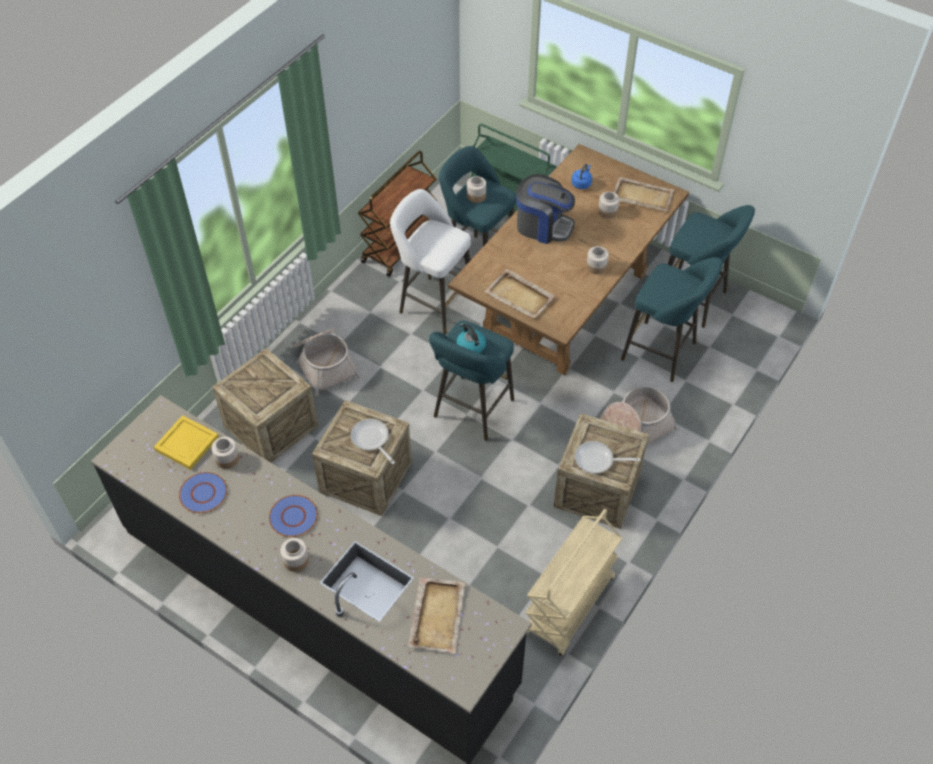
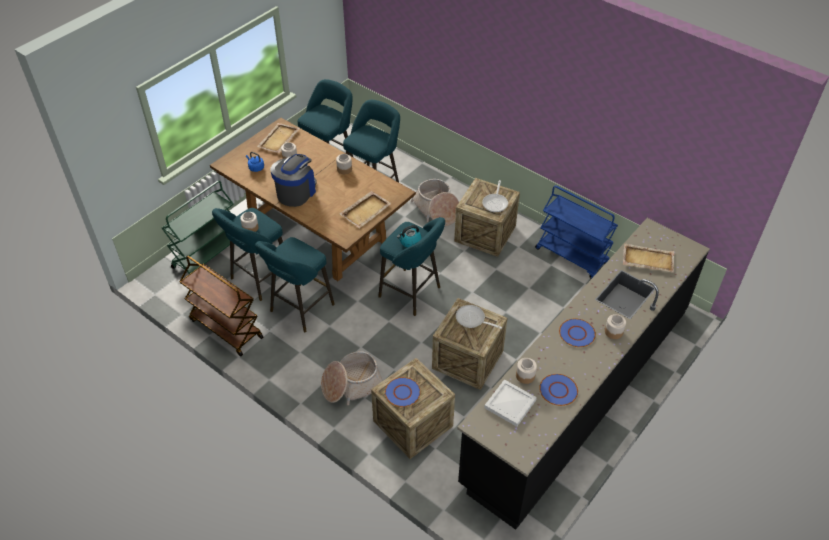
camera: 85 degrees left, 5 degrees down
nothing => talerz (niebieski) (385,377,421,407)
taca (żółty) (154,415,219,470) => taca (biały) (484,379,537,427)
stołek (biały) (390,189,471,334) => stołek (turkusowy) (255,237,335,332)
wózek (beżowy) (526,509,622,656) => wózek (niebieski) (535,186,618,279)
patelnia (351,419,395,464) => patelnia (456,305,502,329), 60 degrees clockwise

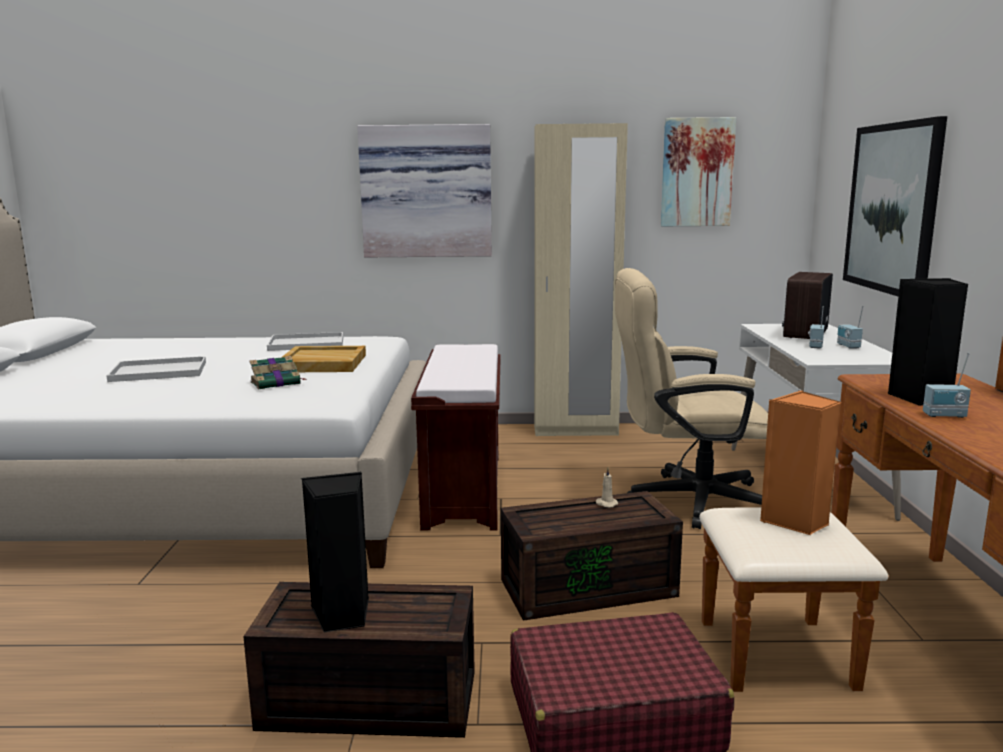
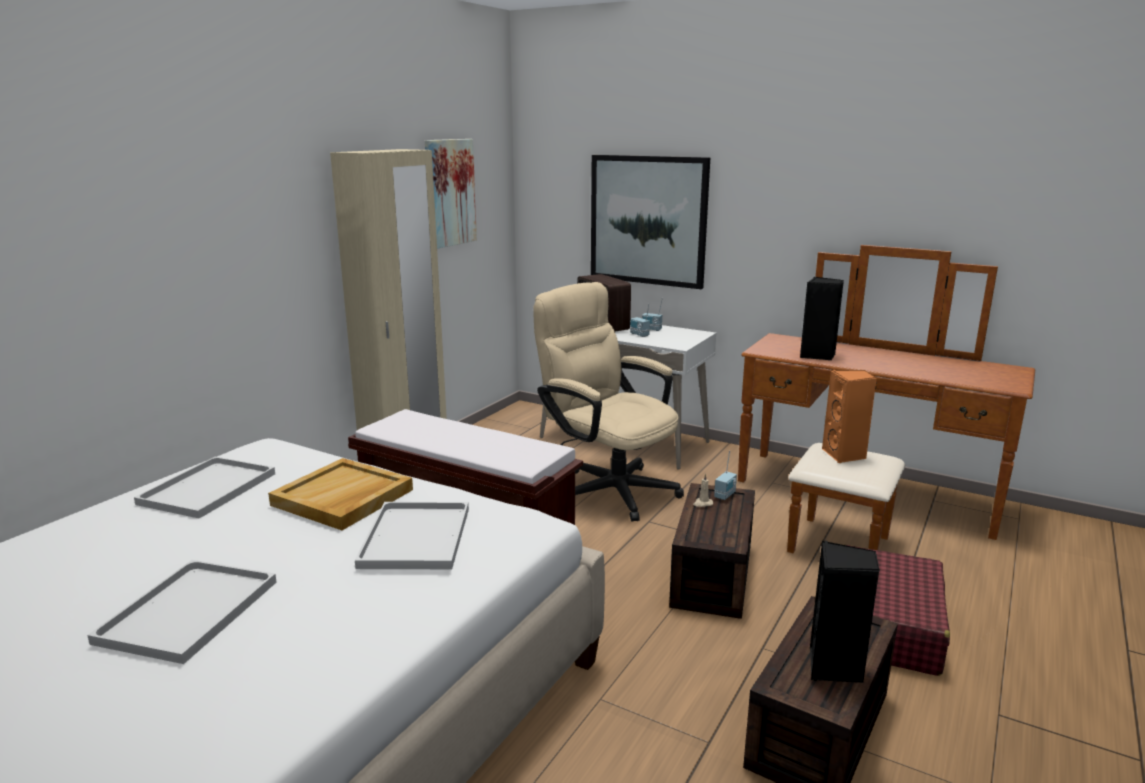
camera: 60 degrees left, 5 degrees up
obraz (357,124,492,257) => nothing
radio (923,353,971,418) => radio (714,451,737,500), shifted
książka (249,356,307,389) => taca (biały) (355,502,469,569)
krzesło biurowe (beżowy) (615,268,768,529) => krzesło biurowe (beżowy) (533,282,684,522), 105 degrees clockwise

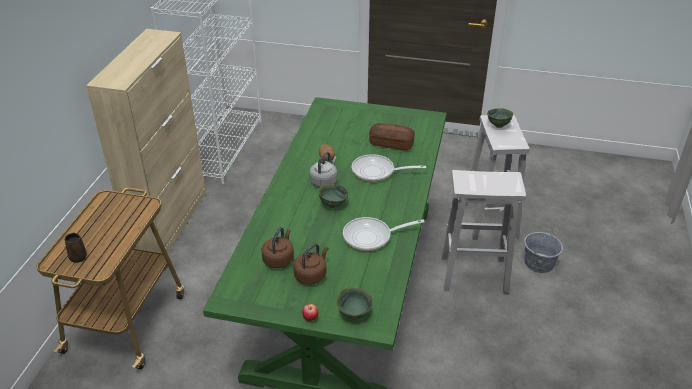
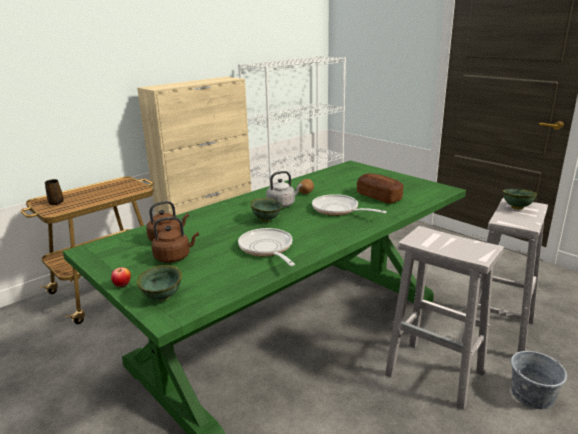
camera: 35 degrees right, 15 degrees down
patelnia (343,217,424,251) => patelnia (238,228,295,266), 45 degrees clockwise

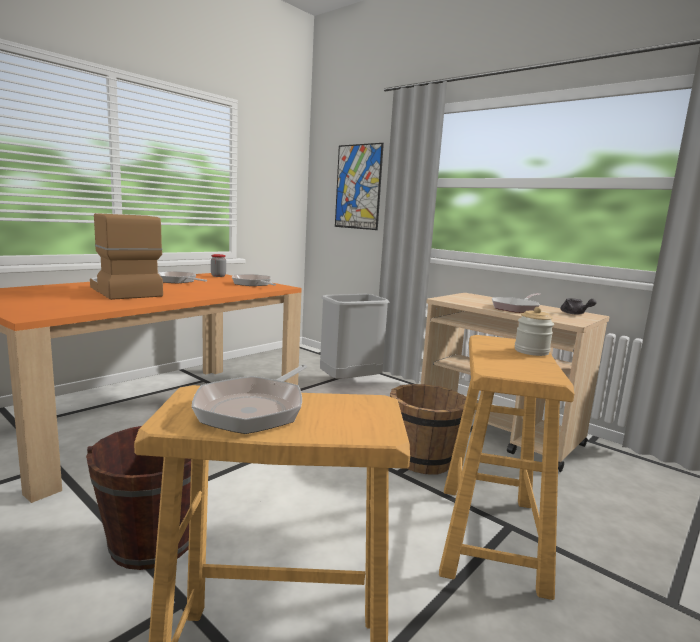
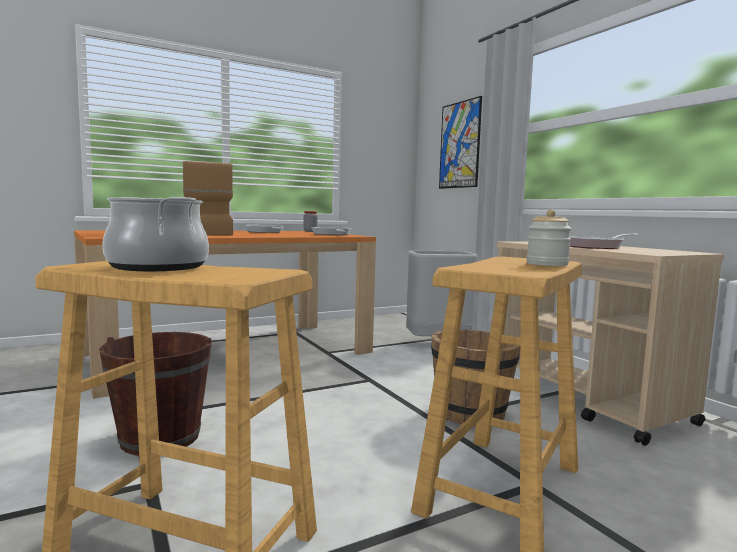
camera: 20 degrees right, 5 degrees down
imbryk (szary) (561,298,597,315) => nothing
patelnia (192,364,307,434) => garnek (102,197,209,271)

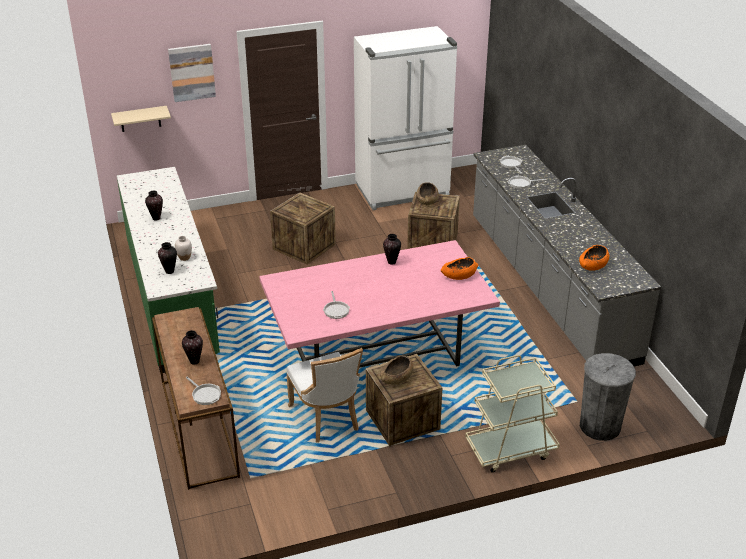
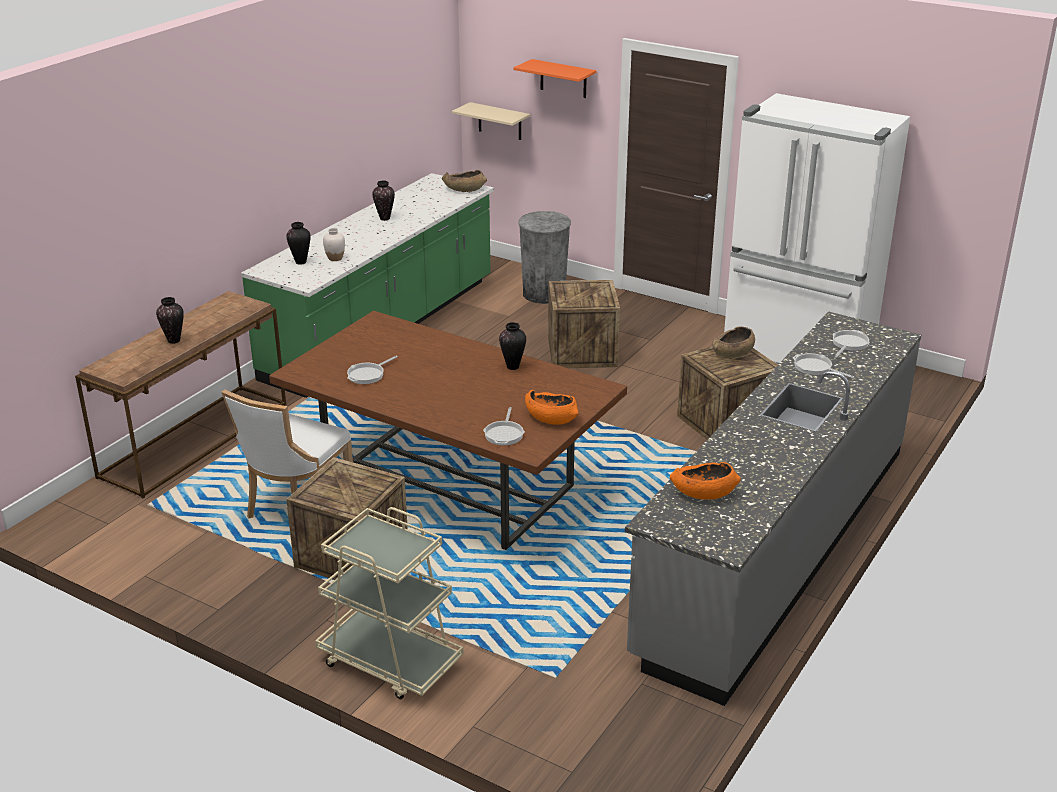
camera: 50 degrees right, 5 degrees down
patelnia (186,377,221,405) => patelnia (483,407,525,445), shifted
miska (brązowy) (380,355,413,385) => miska (brązowy) (442,170,487,192), shifted
kosz na śmieci (szary) (580,353,636,441) => kosz na śmieci (szary) (518,211,571,304), shifted
obraz (168,44,216,102) => półka (pomarańczowy) (514,59,596,98)
stół jadalny (różowy) (259,240,500,368) => stół jadalny (brązowy) (269,311,627,550)

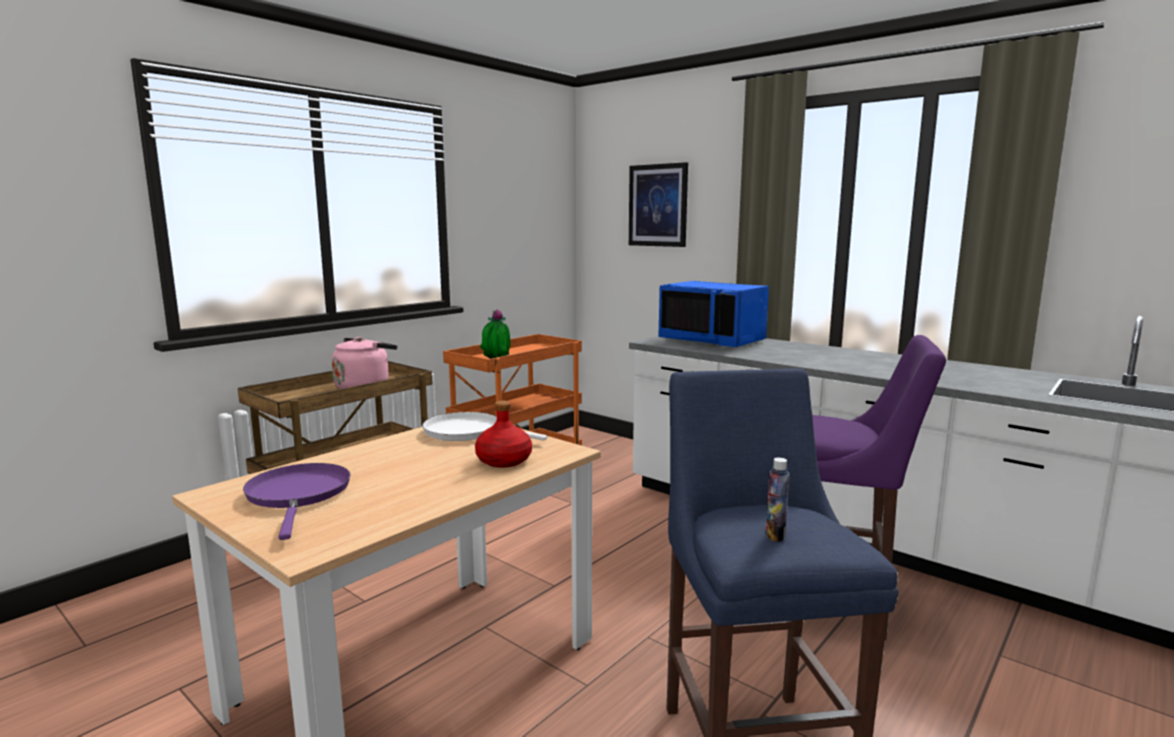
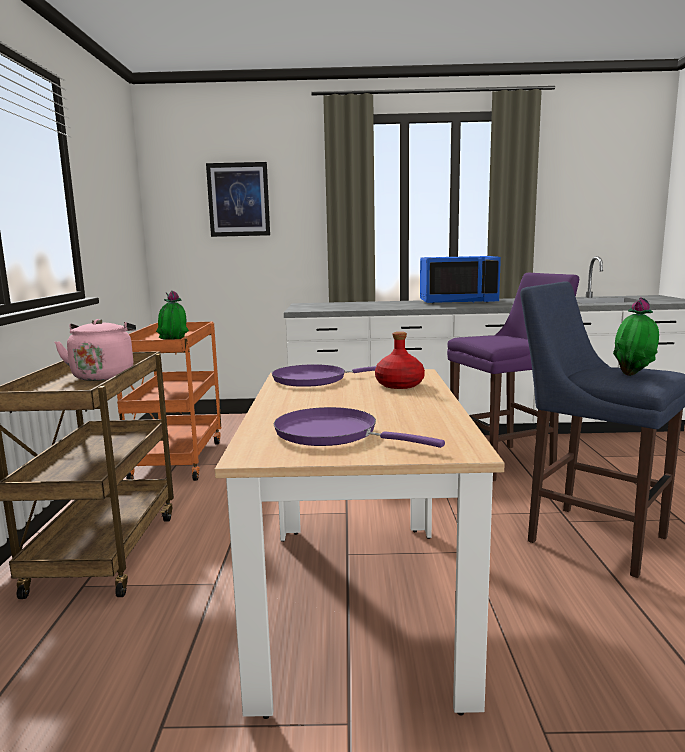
camera: 40 degrees left, 0 degrees up
mikrofalówka (niebieski) (658,281,769,347) => mikrofalówka (niebieski) (420,256,501,304), shifted
butelka (765,457,790,542) => roślina doniczkowa (613,297,659,376)
patelnia (biały) (422,412,547,441) => patelnia (fioletowy) (272,364,376,387)

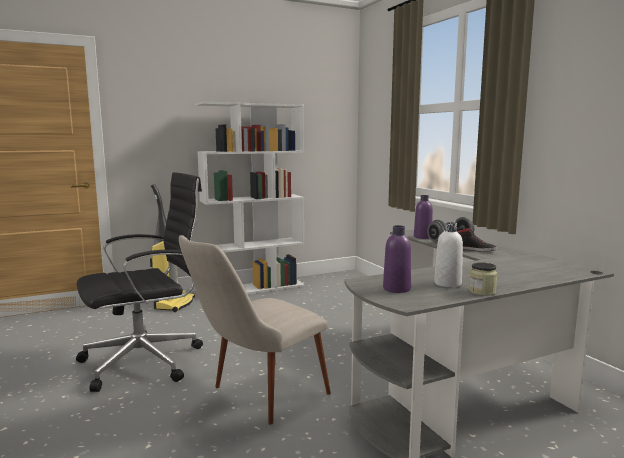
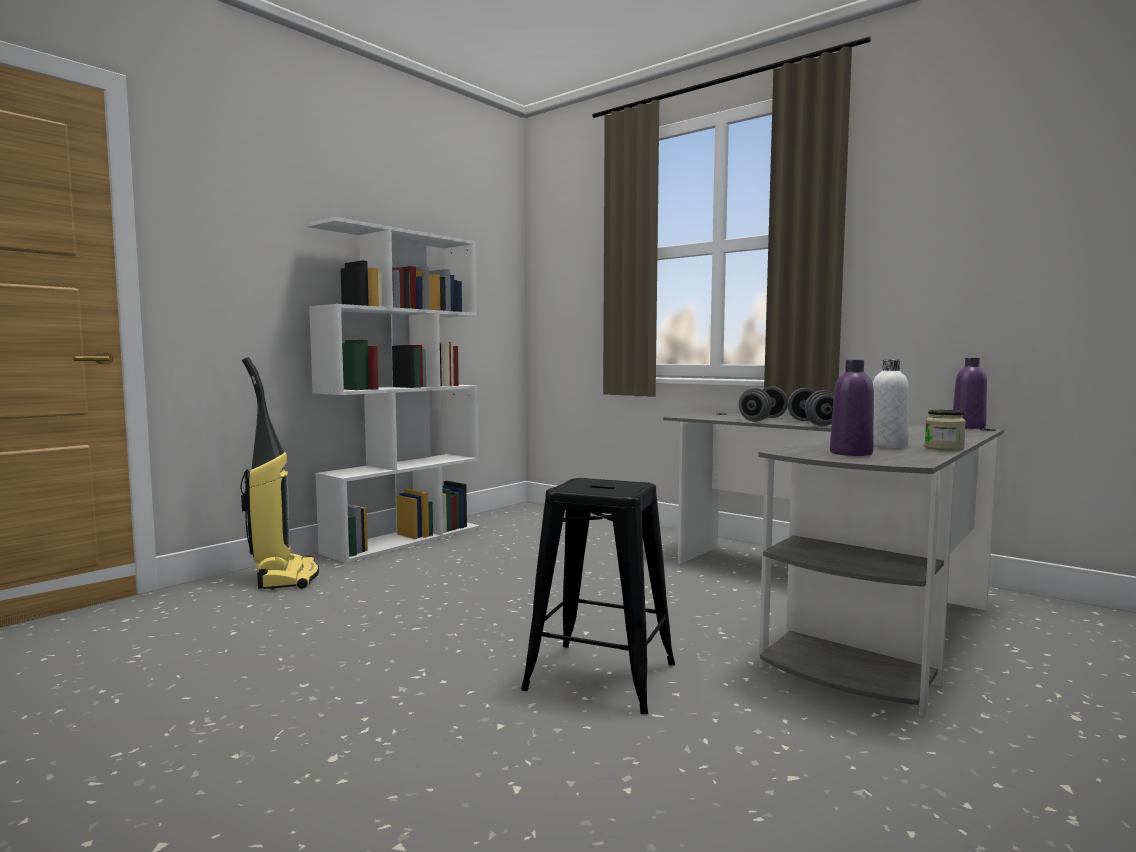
camera: 25 degrees left, 5 degrees down
krzesło biurowe (czarny) (76,172,203,392) => nothing
butelka (fioletowy) (414,195,433,239) => butelka (fioletowy) (953,358,987,429), shifted
krzesło (beżowy) (179,235,331,424) => stołek (czarny) (521,478,675,714)
but (czarny) (457,227,497,252) => hantel (szary) (787,388,834,426)

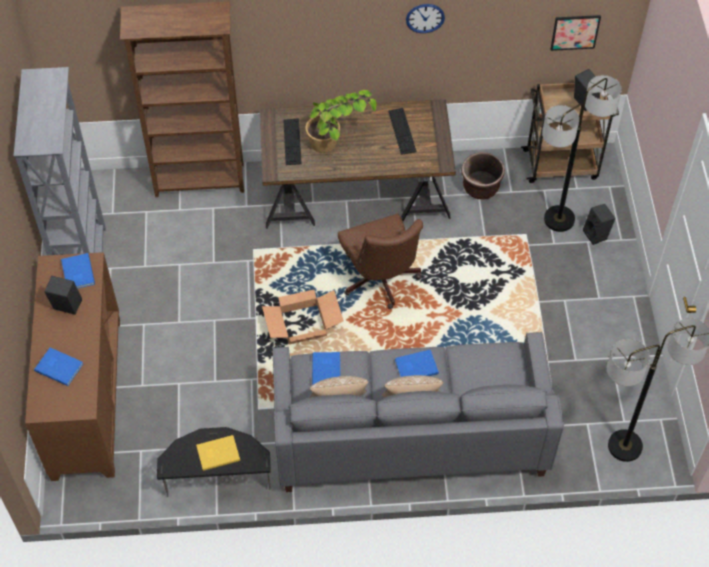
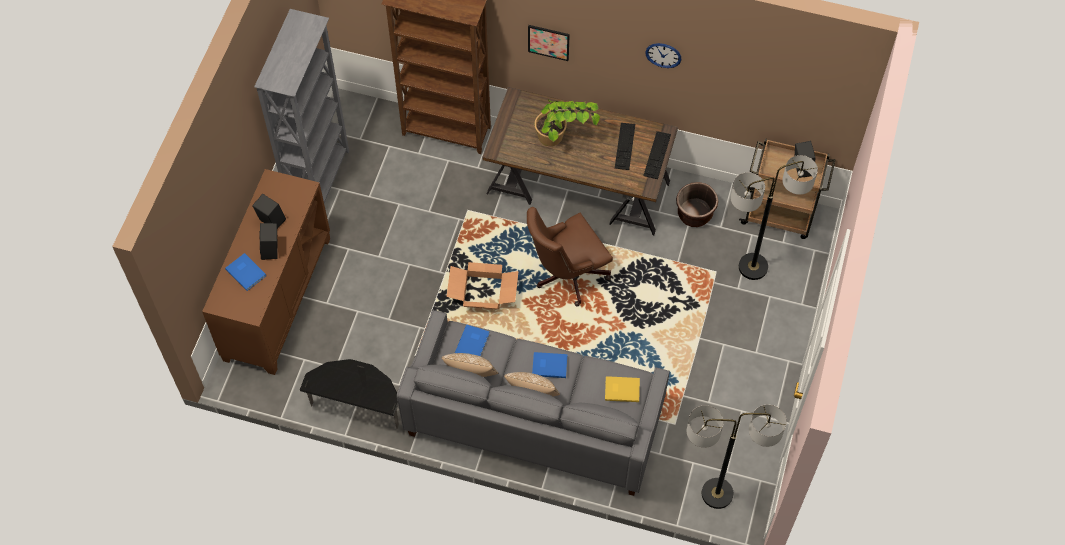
camera: 20 degrees right, 5 degrees up
książka (niebieski) (61,253,95,289) => nothing
książka (żółty) (196,435,240,471) => książka (żółty) (605,376,640,402), shifted
klawiatura (283,118,302,165) => klawiatura (643,131,671,179), shifted
obraz (550,15,601,51) => obraz (528,25,570,61), shifted
głośnik (czarny) (583,204,616,245) => głośnik (czarny) (259,223,278,260), shifted
krzesło biurowe (brązowy) (338,213,423,309) => krzesło biurowe (brązowy) (527,207,613,307), 60 degrees clockwise

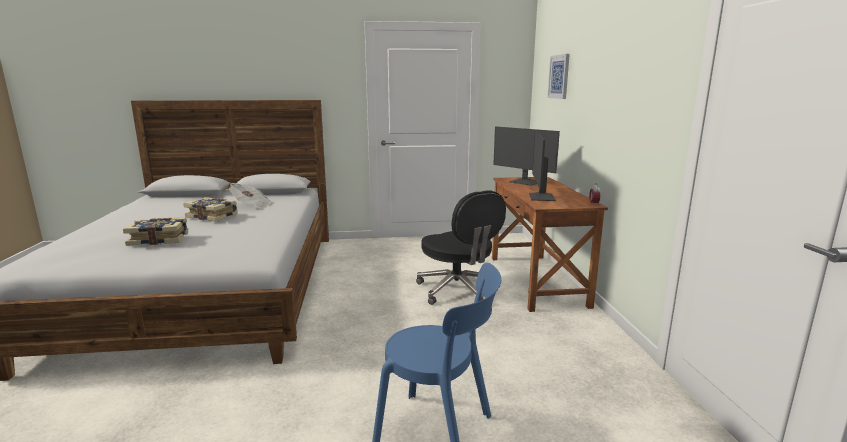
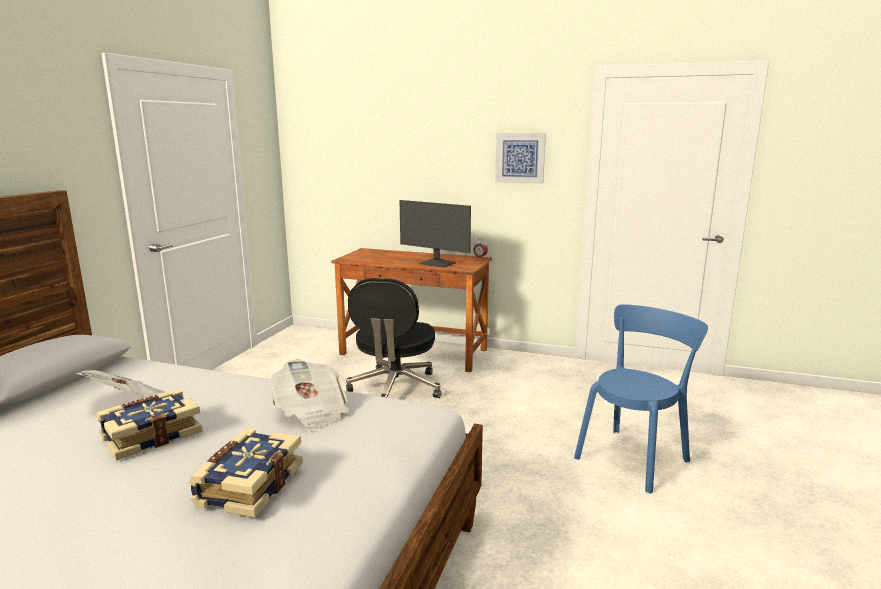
camera: 65 degrees left, 0 degrees up
monitor (493,127,560,186) => nothing
nothing => gazeta (271,359,349,432)
obraz (547,54,570,99) => obraz (495,133,546,184), shifted
krzesło biurowe (czarny) (416,190,506,305) => krzesło biurowe (czarny) (346,278,441,398), 105 degrees clockwise

